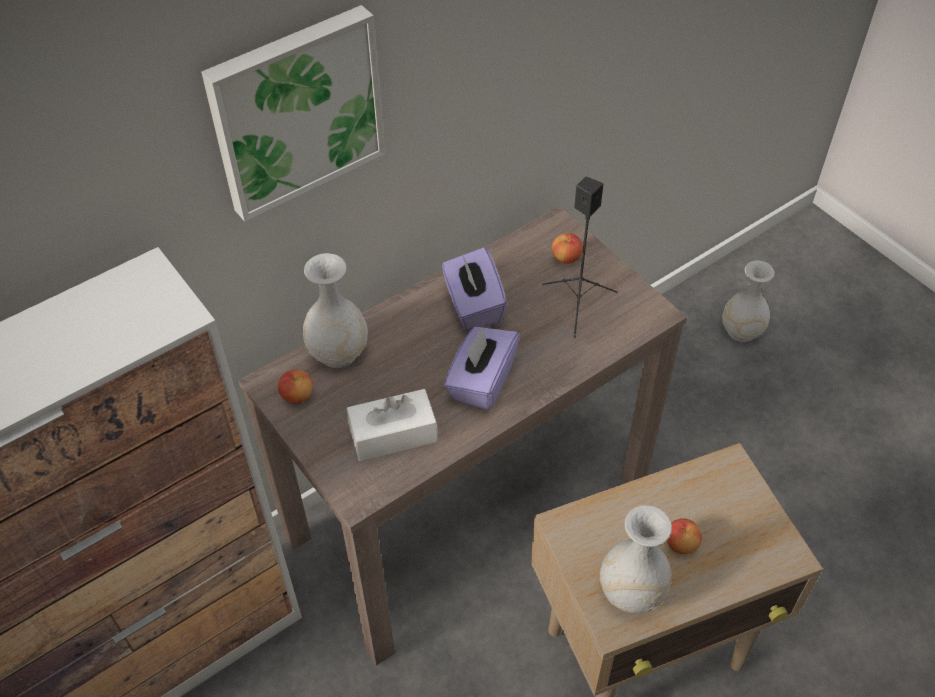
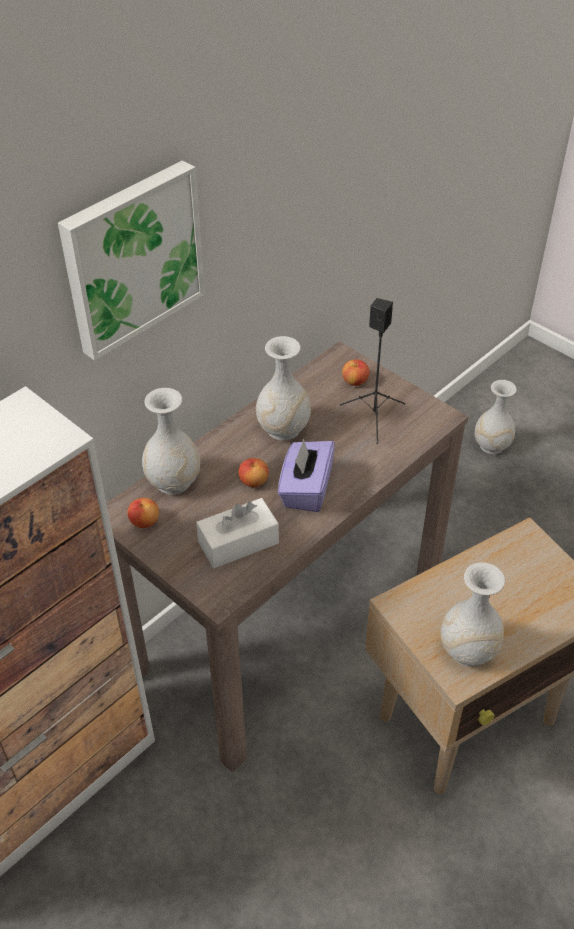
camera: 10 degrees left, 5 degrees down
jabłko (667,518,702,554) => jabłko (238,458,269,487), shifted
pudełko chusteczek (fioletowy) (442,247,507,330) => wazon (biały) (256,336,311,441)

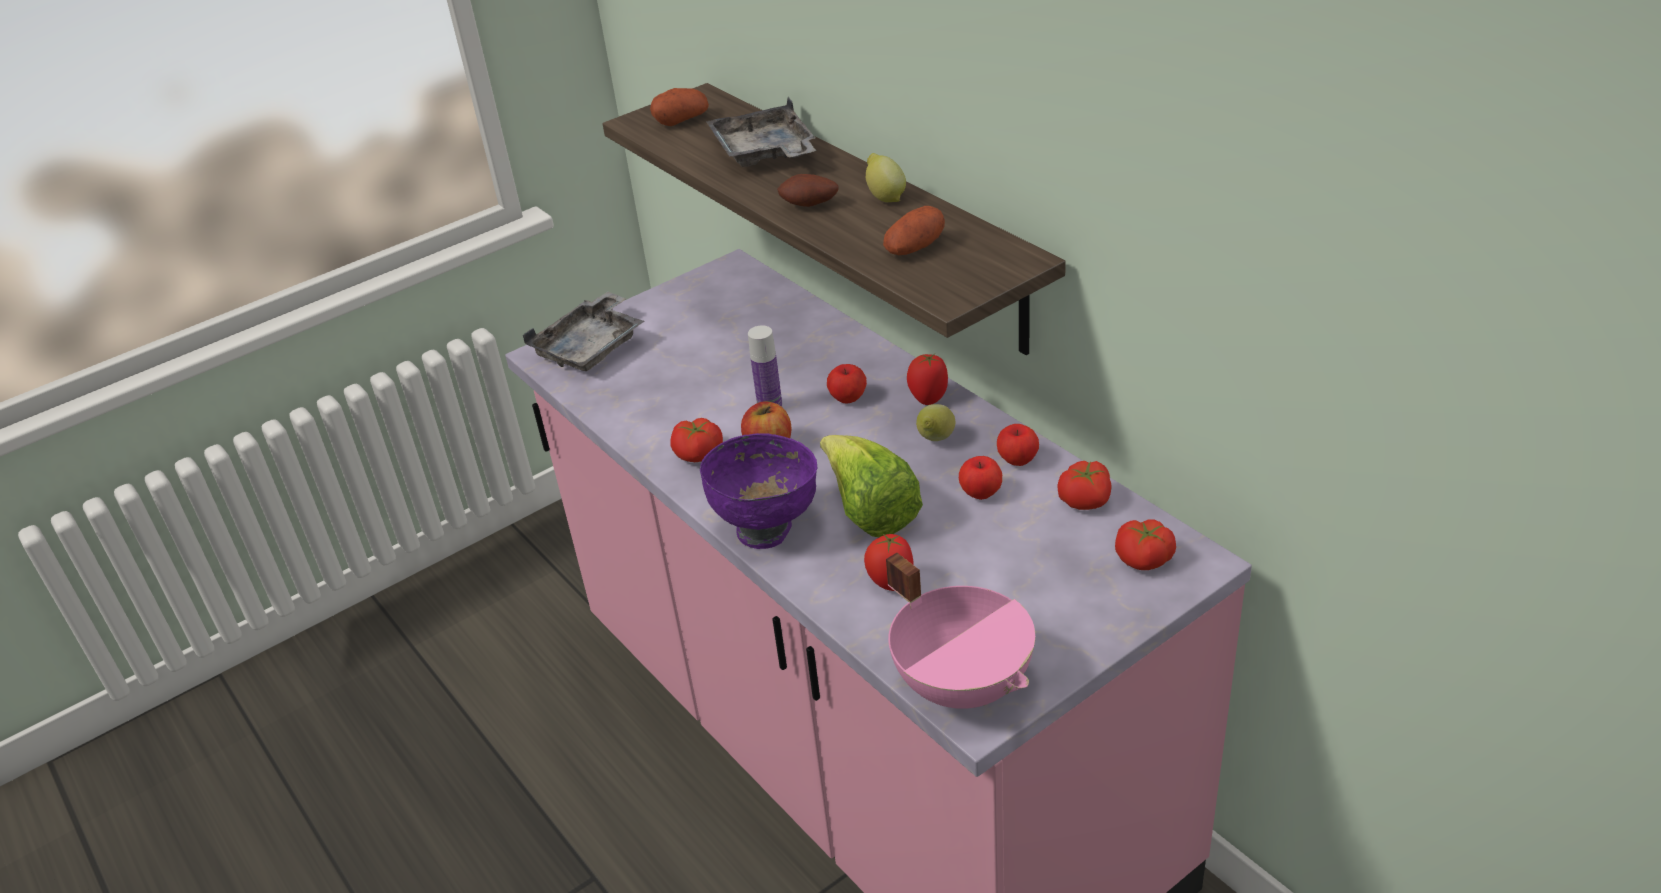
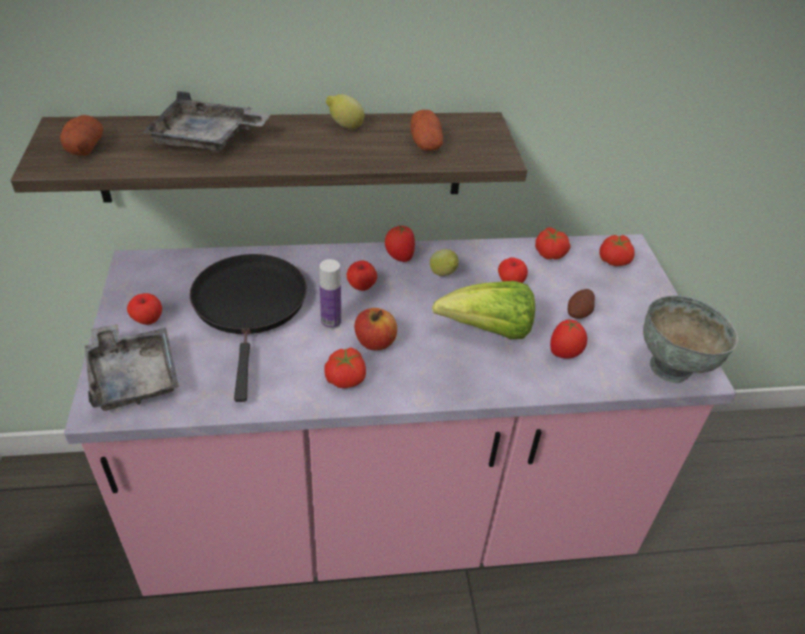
camera: 65 degrees left, 5 degrees up
miska (fioletowy) (700,433,817,549) => nothing
nothing => patelnia (czarny) (190,254,307,402)
ziemniak (777,174,839,207) => ziemniak (568,289,595,319), shifted
jabłko (997,424,1039,466) => jabłko (127,293,162,325), shifted
garnek (różowy) (886,553,1035,709) => miska (szary) (643,296,738,383)

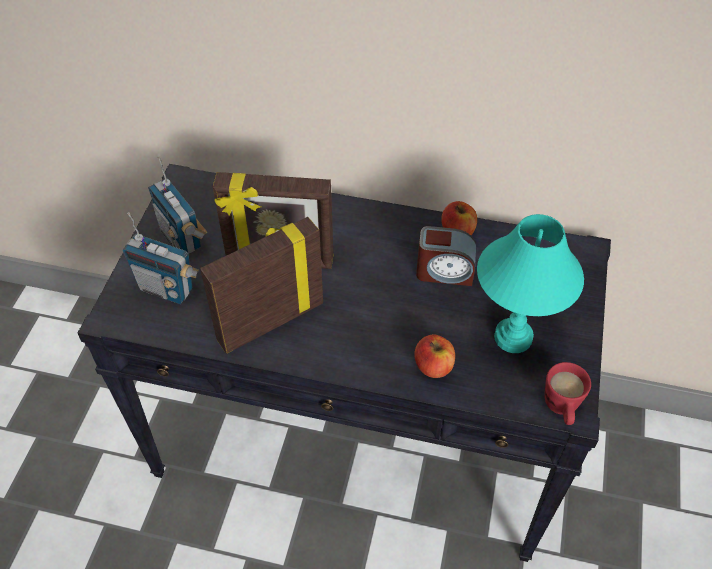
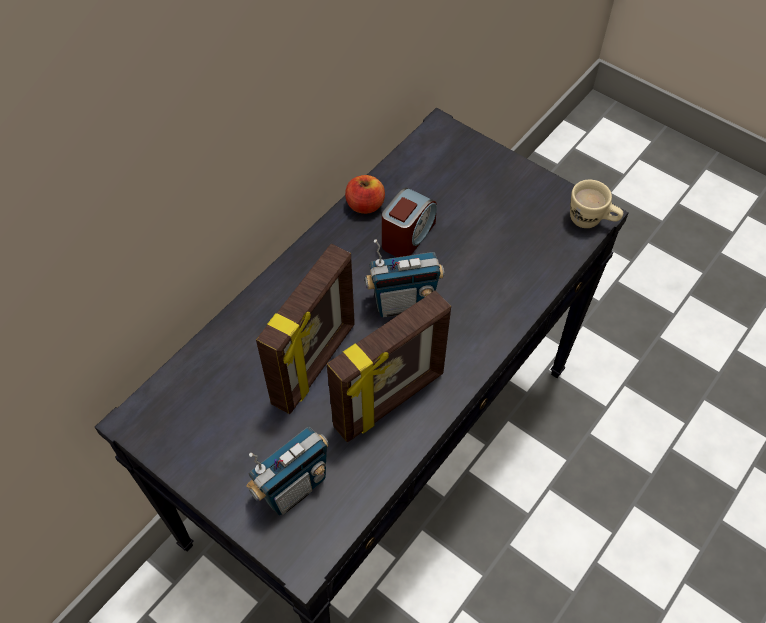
camera: 65 degrees left, 5 degrees up
jabłko (414,334,455,378) => nothing
lampa stołowa (turkusowy) (477,214,584,353) => nothing
radio (148,156,207,254) => radio (365,239,444,317), shifted
kubek (czerwony) (545,362,591,425) => kubek (beżowy) (570,180,623,228)
ramka na zdjęcie (200,217,323,354) => ramka na zdjęcie (326,290,451,442), 120 degrees counterclockwise

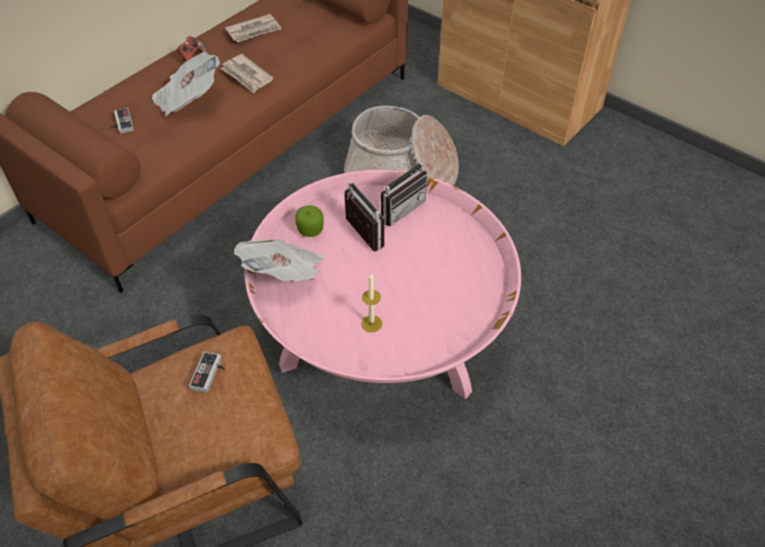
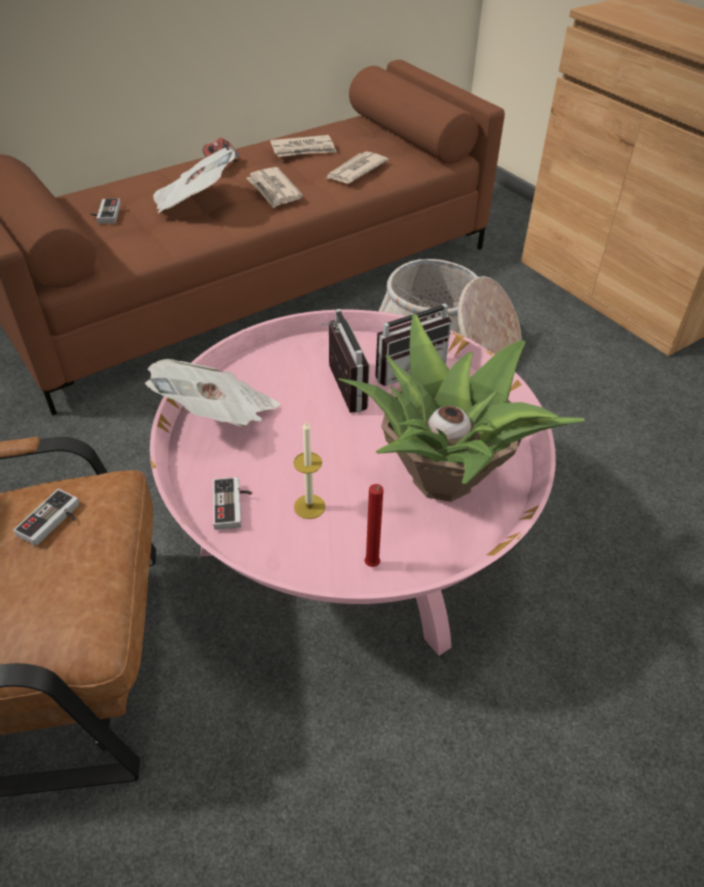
camera: 15 degrees right, 5 degrees down
jabłko (295,205,324,237) => nothing
nothing => pad do gier (213,477,252,530)
nothing => gazeta (326,152,388,183)
nothing => roślina doniczkowa (338,314,585,502)
nothing => świeca (czerwony) (364,484,383,567)

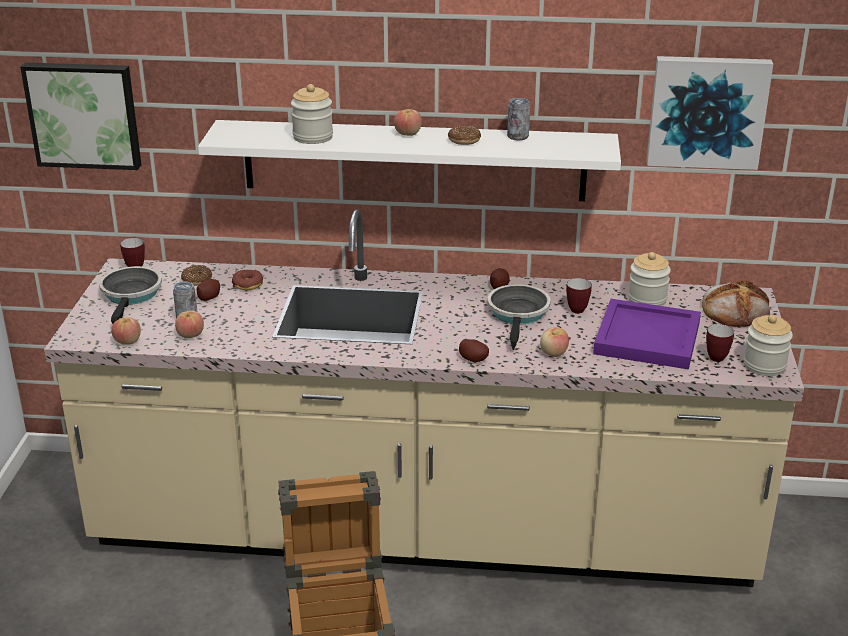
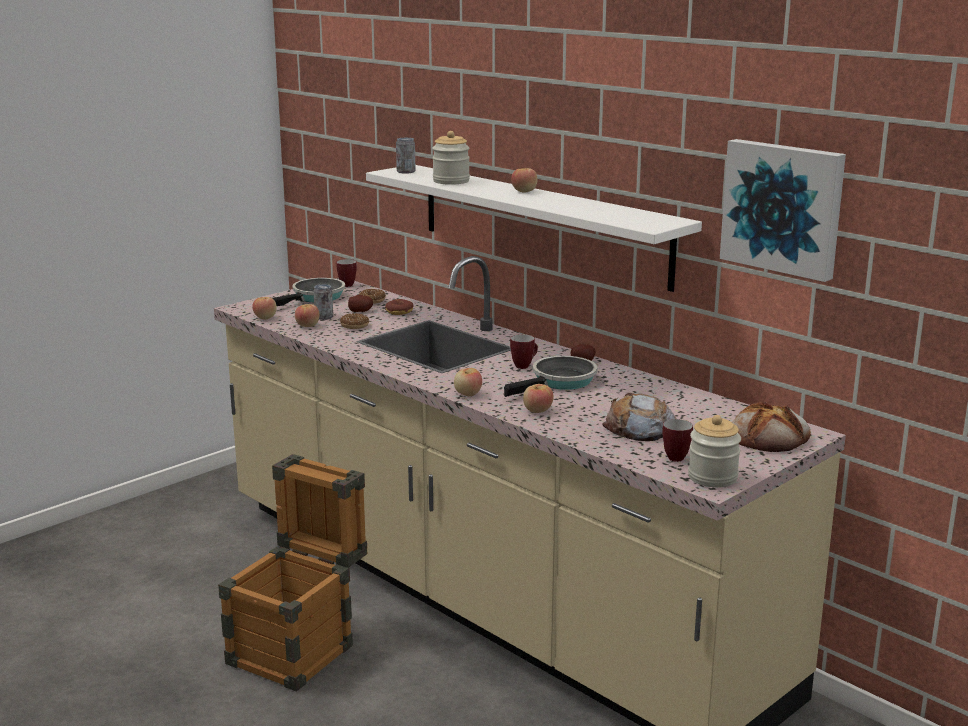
camera: 40 degrees right, 10 degrees down
obraz (20,63,141,170) => nothing
słoik (628,252,671,306) => nothing
donut (448,126,481,145) => donut (340,313,369,329), shifted
puszka (507,98,530,141) => puszka (396,138,416,174), shifted
kubek (566,278,592,314) => kubek (510,334,538,369), shifted
ziemniak (459,339,489,362) => jabłko (454,368,482,396)
taca (fioletowy) (593,299,701,369) => chleb (602,393,677,441)

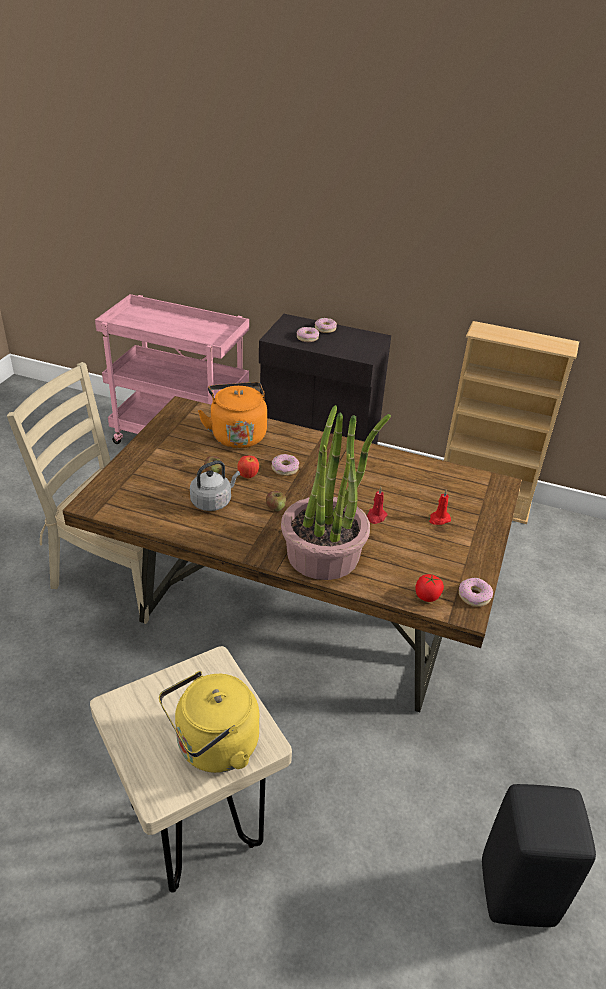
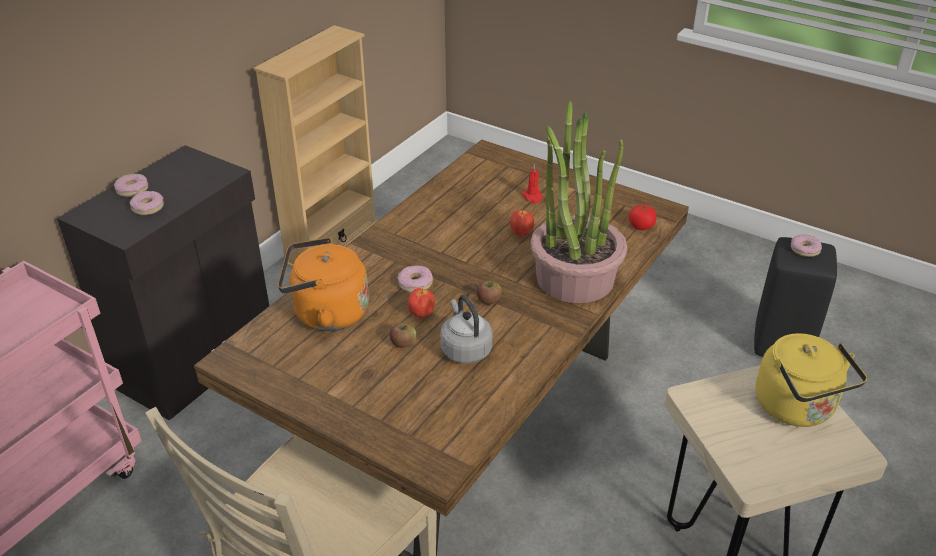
camera: 75 degrees left, 0 degrees up
donut (459,578,493,607) => donut (791,234,822,257), shifted
świeca (czerwony) (367,487,387,524) => jabłko (510,210,534,236)

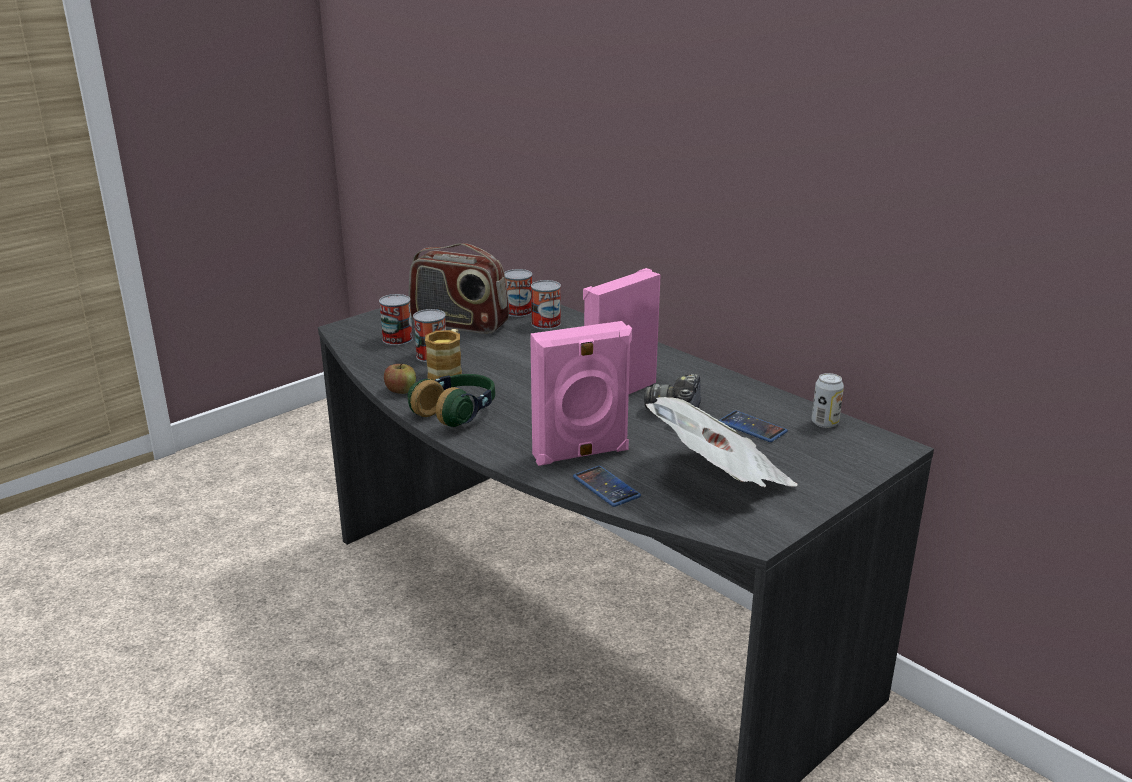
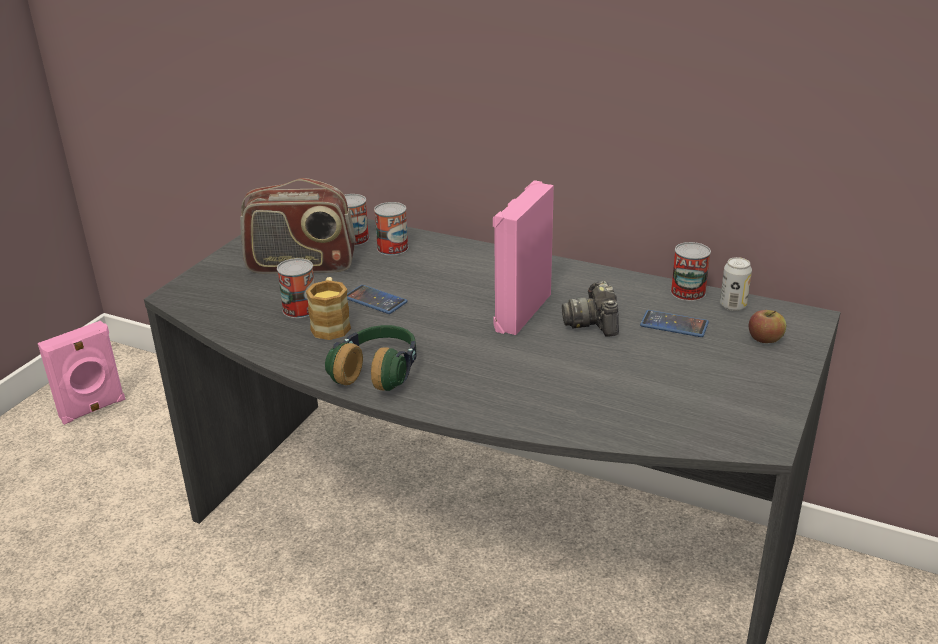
camera: 20 degrees left, 5 degrees up
gazeta (646,397,797,487) => nothing
puszka (379,294,413,345) => puszka (671,242,711,301), shifted
jabłko (384,364,416,394) => jabłko (749,310,786,343), shifted
głośnik (różowy) (530,321,632,466) => głośnik (różowy) (38,320,126,425), shifted
telefon (573,466,641,507) => telefon (347,285,408,314), shifted

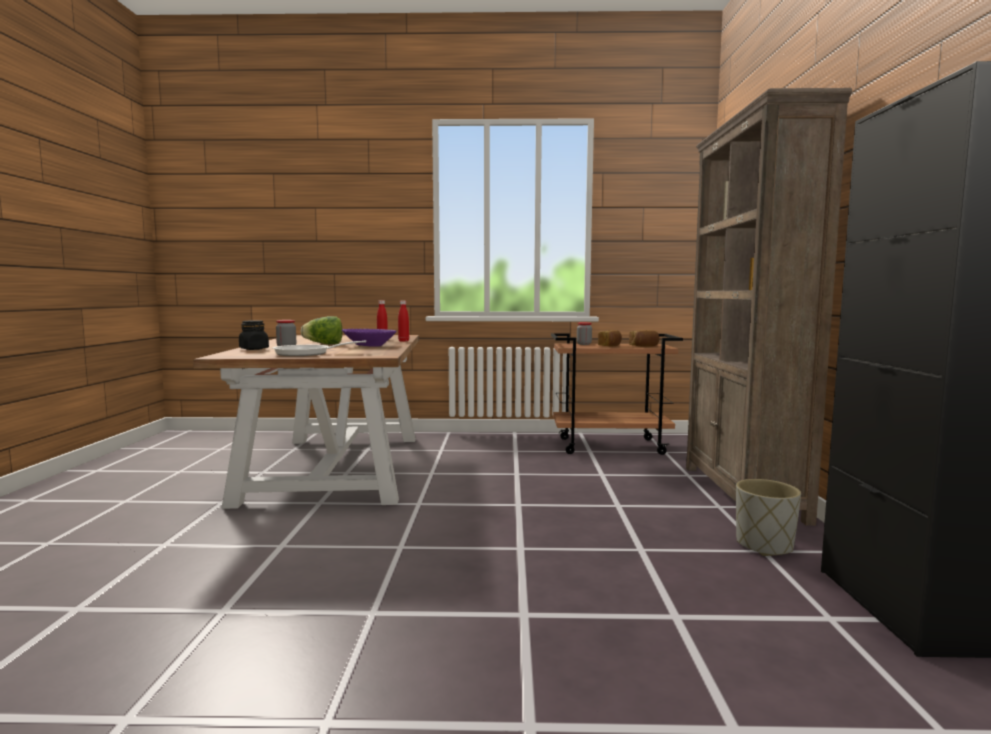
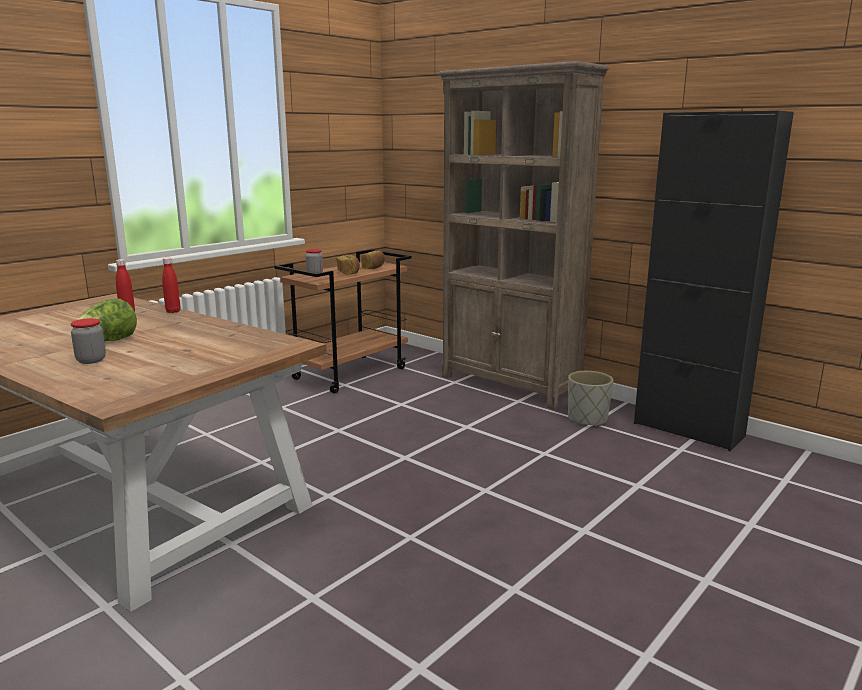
camera: 50 degrees left, 10 degrees up
słoik (czarny) (239,320,269,350) => nothing
patelnia (273,340,366,356) => nothing
miska (fioletowy) (342,329,396,347) => nothing

